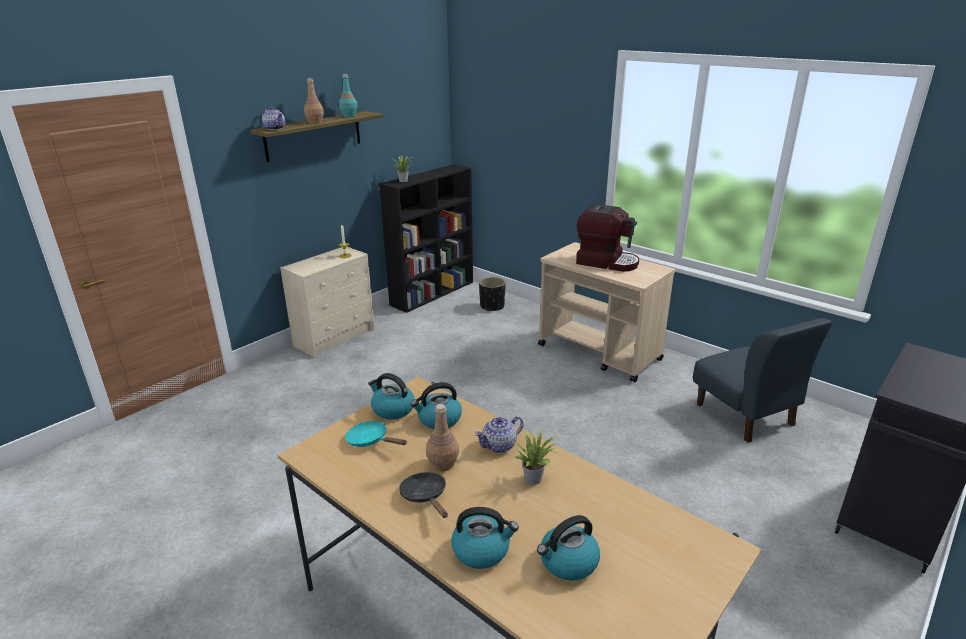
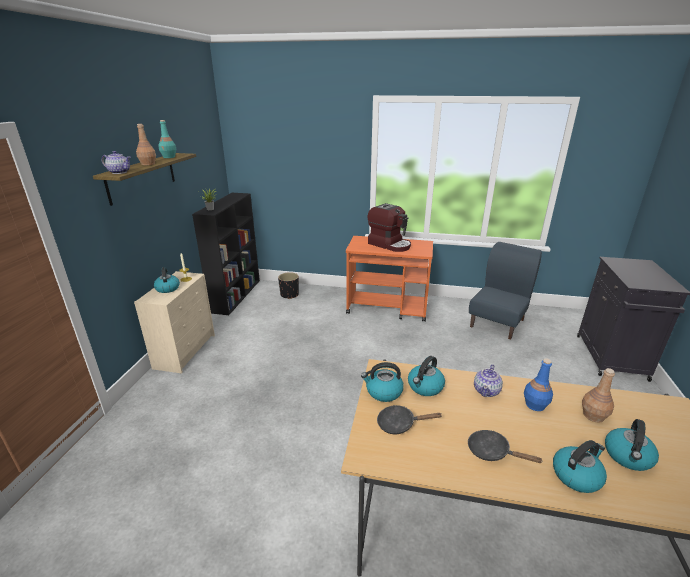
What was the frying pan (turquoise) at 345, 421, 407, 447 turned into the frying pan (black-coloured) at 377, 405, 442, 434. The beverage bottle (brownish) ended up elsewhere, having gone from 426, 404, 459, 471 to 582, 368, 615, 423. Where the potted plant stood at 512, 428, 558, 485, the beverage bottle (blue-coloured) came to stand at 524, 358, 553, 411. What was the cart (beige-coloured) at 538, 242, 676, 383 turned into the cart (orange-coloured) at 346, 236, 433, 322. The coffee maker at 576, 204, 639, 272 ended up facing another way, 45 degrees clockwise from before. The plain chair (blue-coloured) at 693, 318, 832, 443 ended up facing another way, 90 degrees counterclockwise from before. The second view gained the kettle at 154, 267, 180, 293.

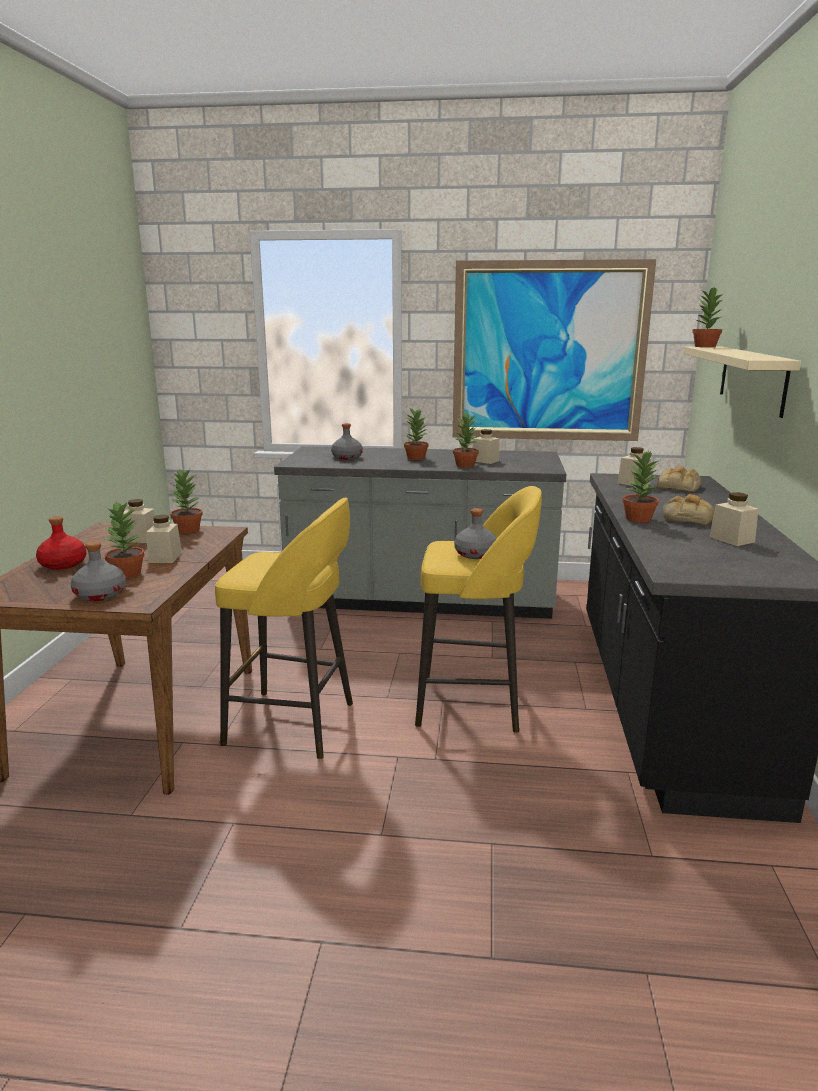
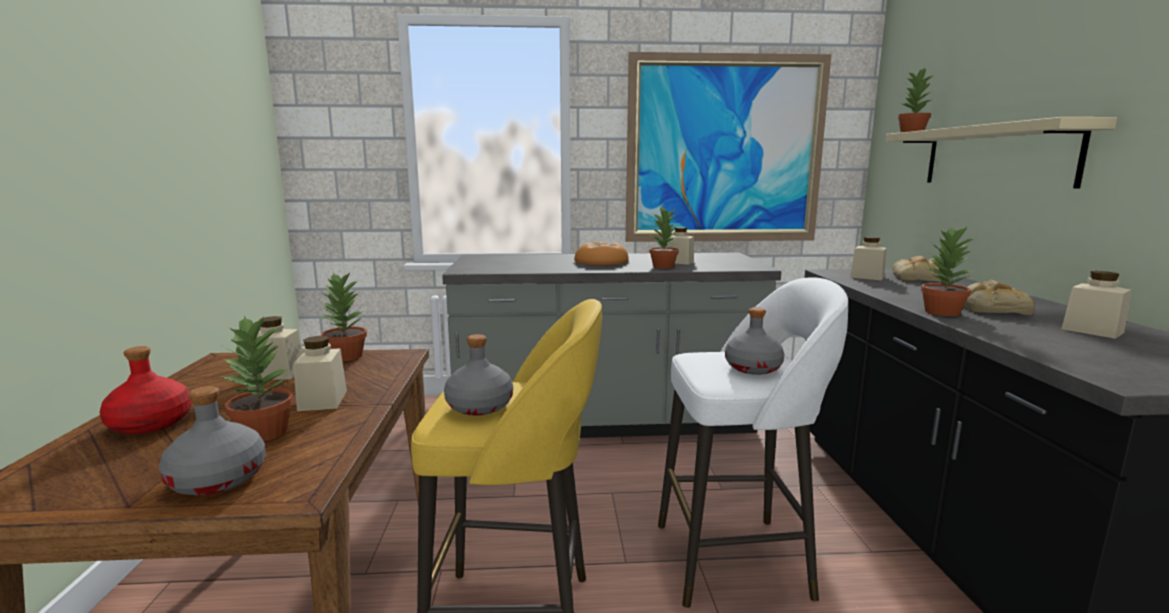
The beverage bottle (gray) ended up elsewhere, having gone from 331, 423, 363, 460 to 444, 334, 513, 416. Where the potted plant stood at 404, 407, 429, 460, the baked bread came to stand at 574, 241, 629, 265. What was the stool seat (yellow-coloured) at 415, 486, 542, 733 turned into the stool seat (whitish) at 658, 277, 848, 608.

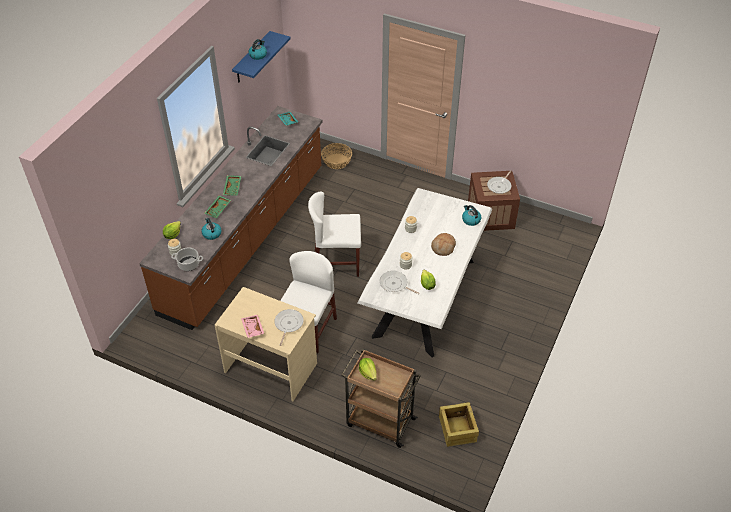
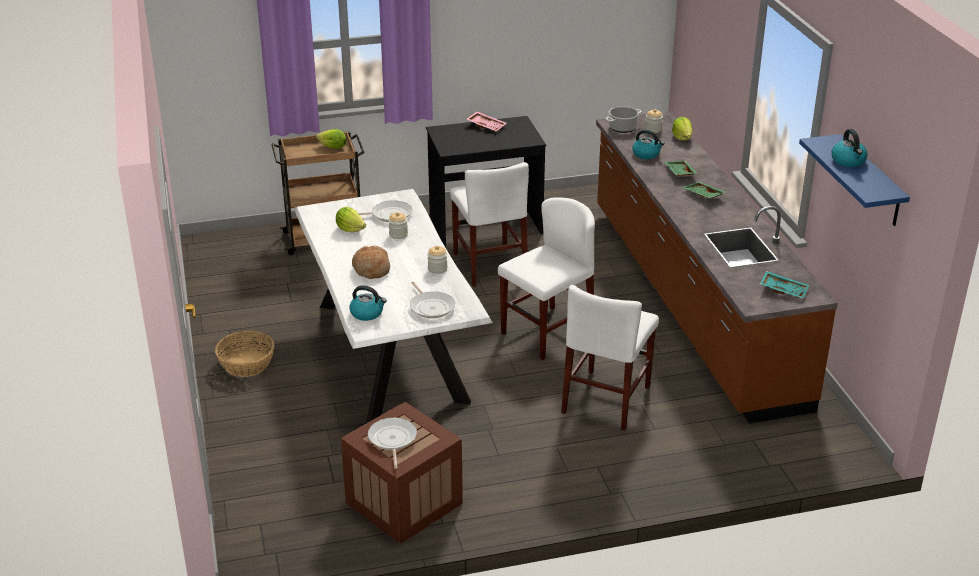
What was the desk (beige-coloured) at 215, 287, 317, 401 turned into the desk (black-coloured) at 426, 116, 546, 247. The frying pan ended up elsewhere, having gone from 274, 309, 304, 346 to 410, 282, 455, 318. The storage basket ended up elsewhere, having gone from 321, 143, 352, 169 to 215, 331, 274, 377. The second view lost the shipping crate at 438, 402, 479, 447. The second view gained the plain chair (whitish) at 561, 285, 659, 431.

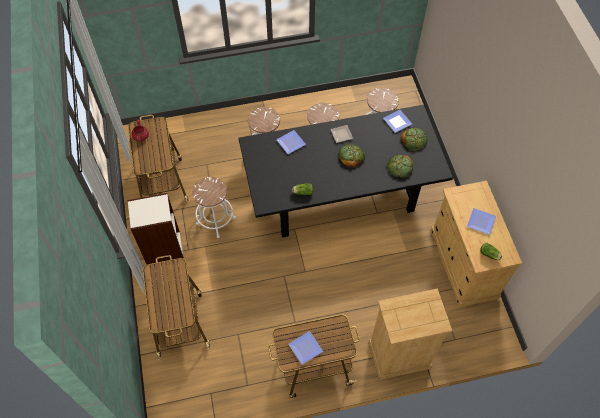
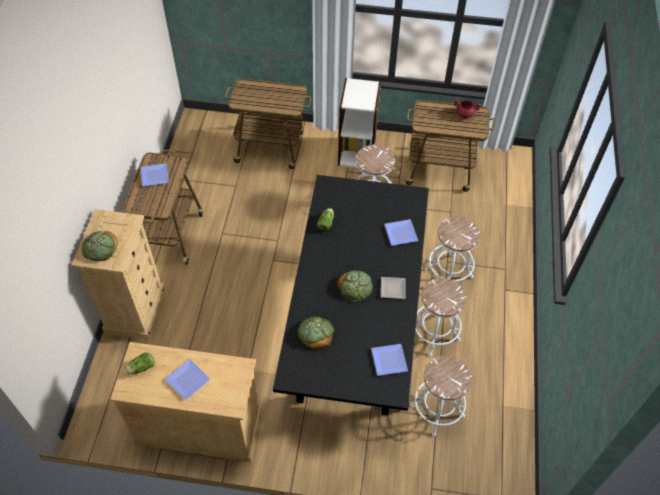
The baked bread ended up elsewhere, having gone from 400, 128, 427, 151 to 82, 231, 118, 261.

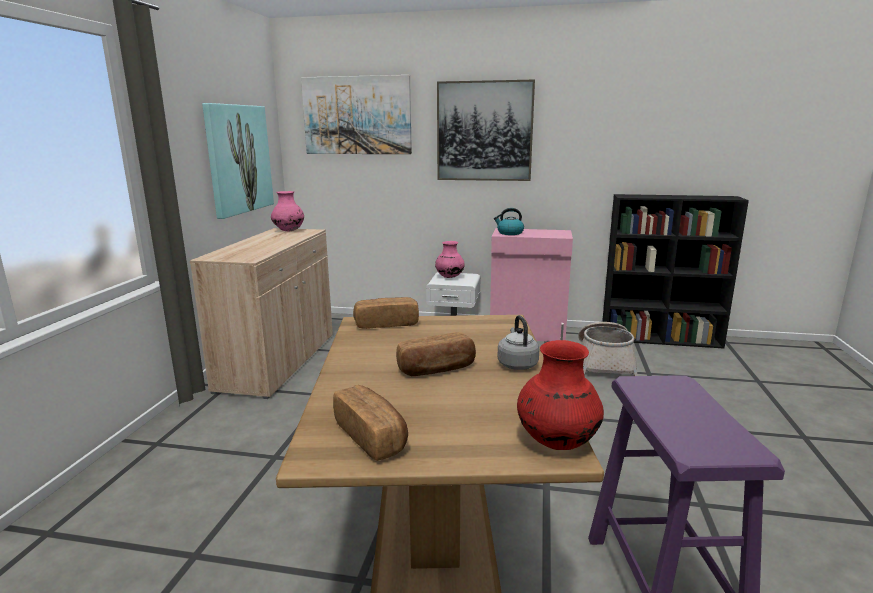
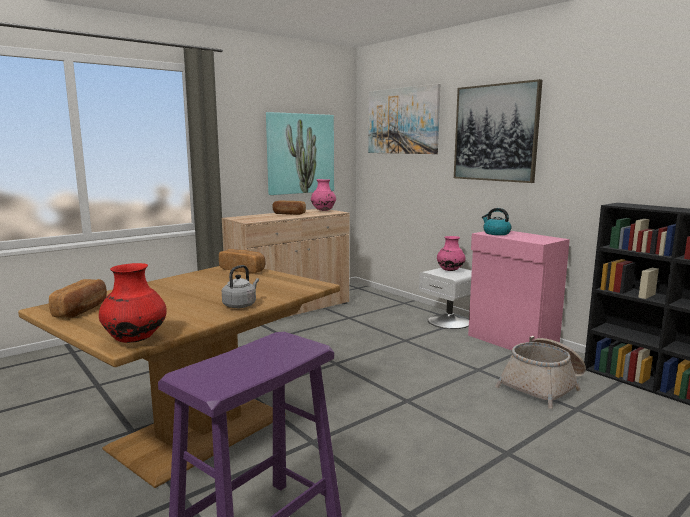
The baked bread ended up elsewhere, having gone from 396, 332, 476, 376 to 272, 200, 306, 215.

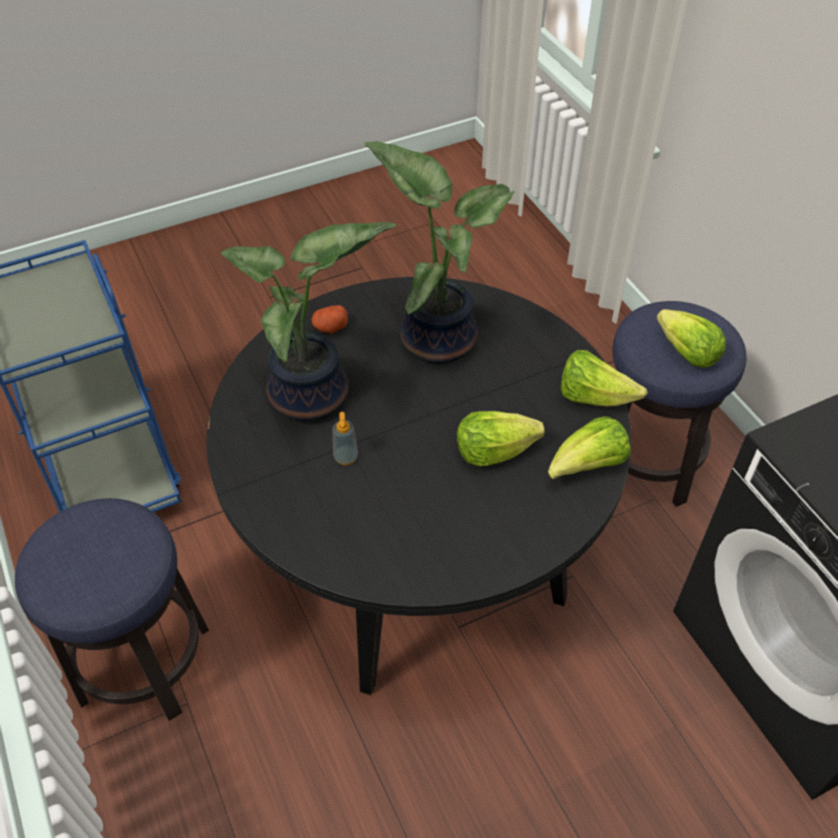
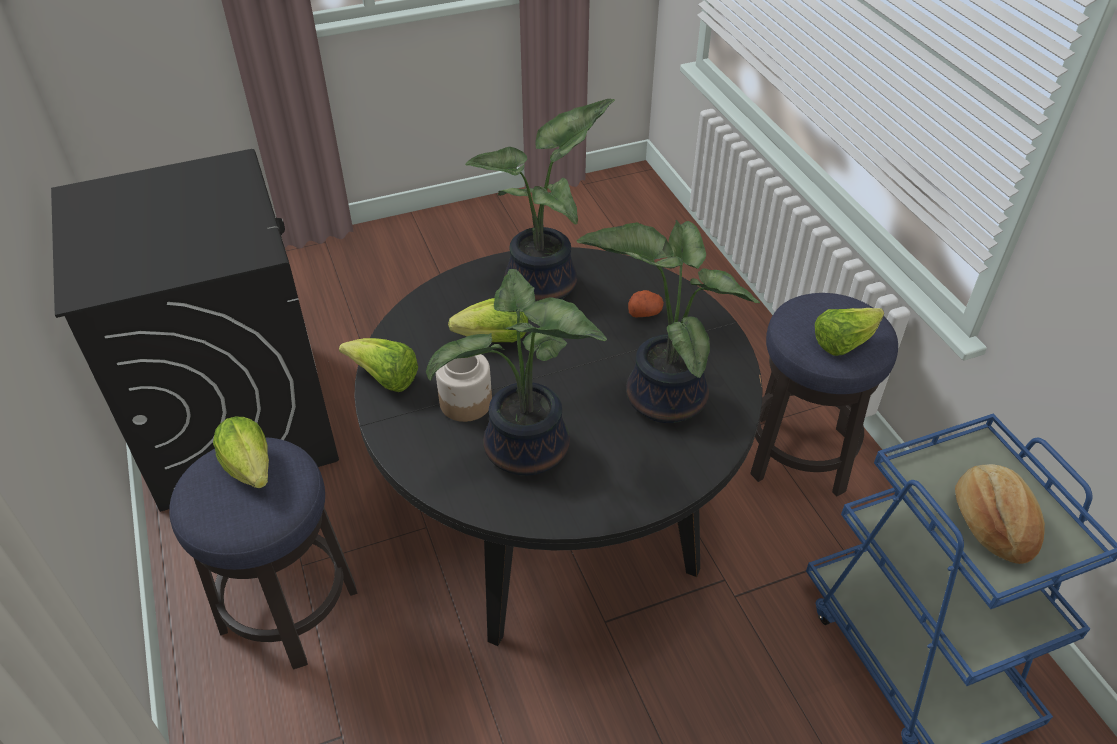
The potato ended up elsewhere, having gone from 311, 305, 348, 333 to 628, 290, 664, 317. The second view lost the soap bottle at 333, 412, 358, 465. The head of lettuce ended up elsewhere, having gone from 548, 416, 630, 479 to 815, 308, 884, 356. The second view gained the jar at 436, 354, 492, 422. The second view gained the potted plant at 465, 99, 615, 302. The second view gained the baked bread at 955, 464, 1045, 564.

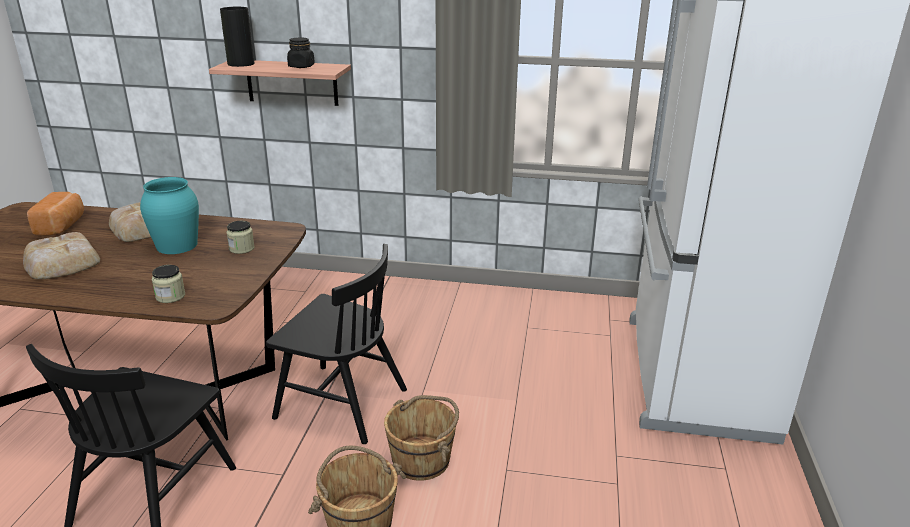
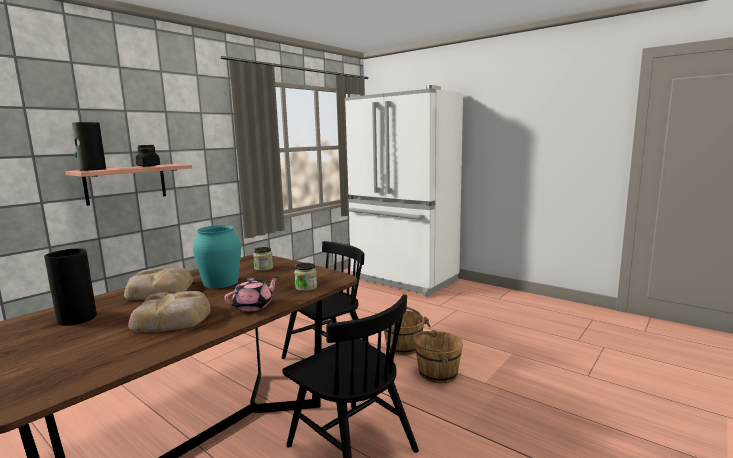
Where the baked bread stood at 27, 192, 84, 236, the flower vase came to stand at 44, 248, 97, 326. The second view gained the pot for tea (pink-coloured) at 224, 277, 279, 311.

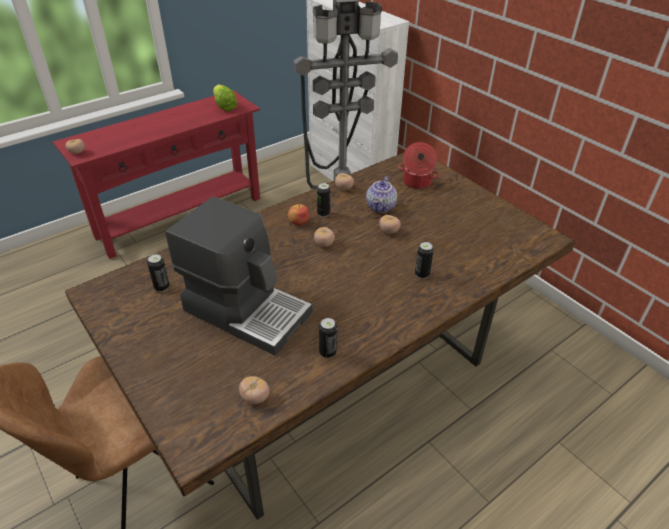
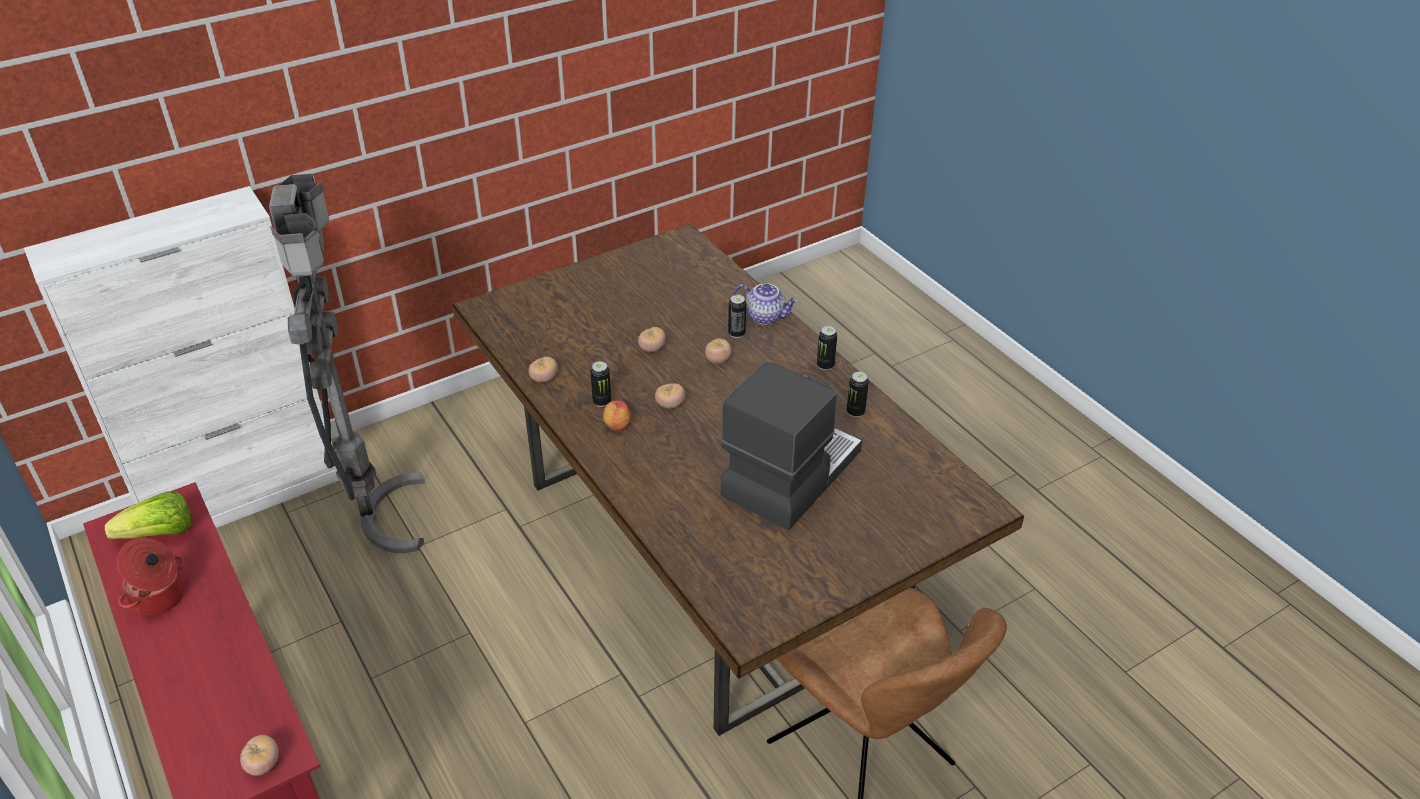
The metal can ended up elsewhere, having gone from 147, 254, 170, 292 to 817, 326, 837, 370. The tomato ended up elsewhere, having gone from 239, 376, 270, 404 to 705, 338, 731, 364. The pot for tea ended up elsewhere, having gone from 366, 176, 397, 213 to 734, 283, 798, 325. The saucepot ended up elsewhere, having gone from 398, 142, 439, 189 to 117, 538, 185, 615.

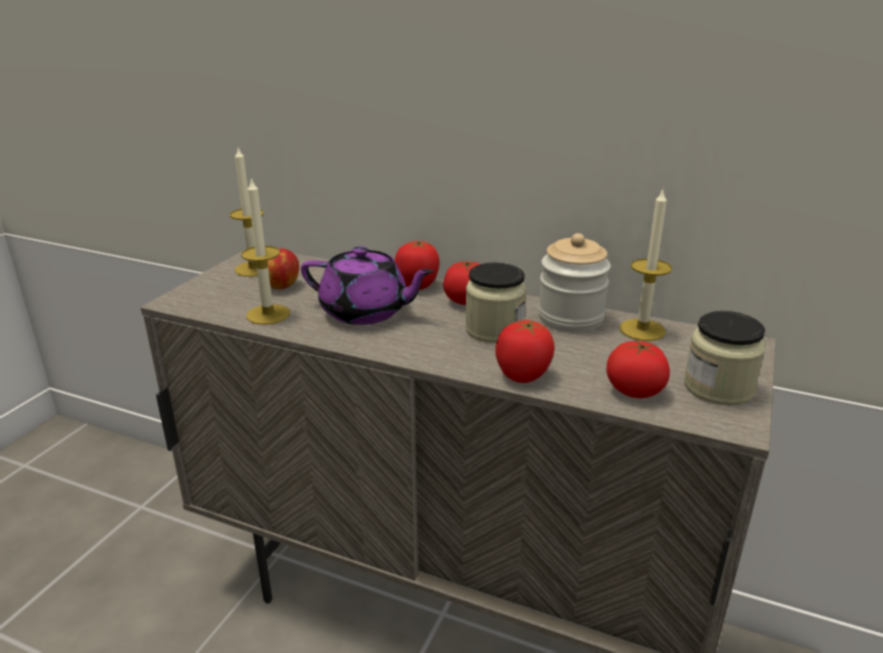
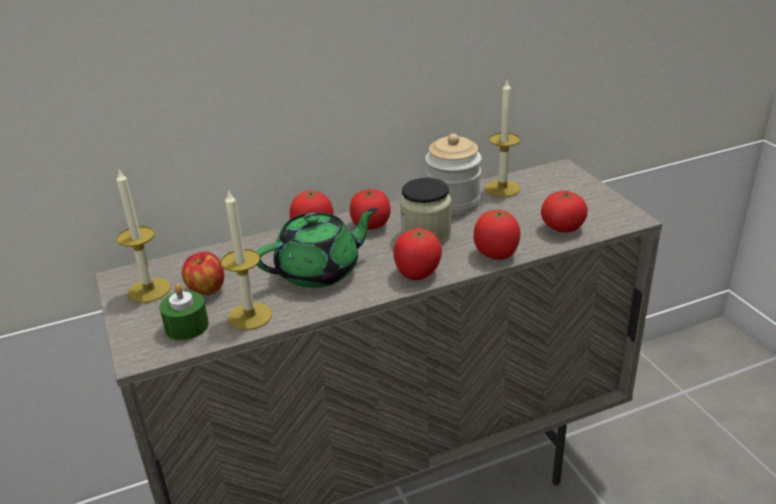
What was the pot for tea (purple-coloured) at 301, 246, 434, 325 turned into the pot for tea (green-coloured) at 256, 208, 378, 288. The second view lost the jar at 684, 311, 766, 405. The second view gained the wax candle (green-coloured) at 159, 283, 209, 340. The second view gained the tomato at 393, 228, 442, 280.

